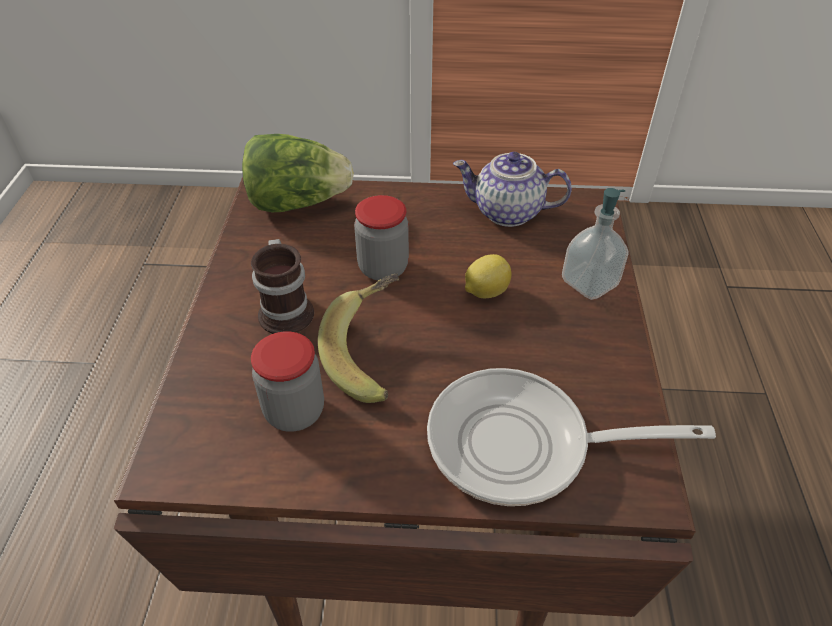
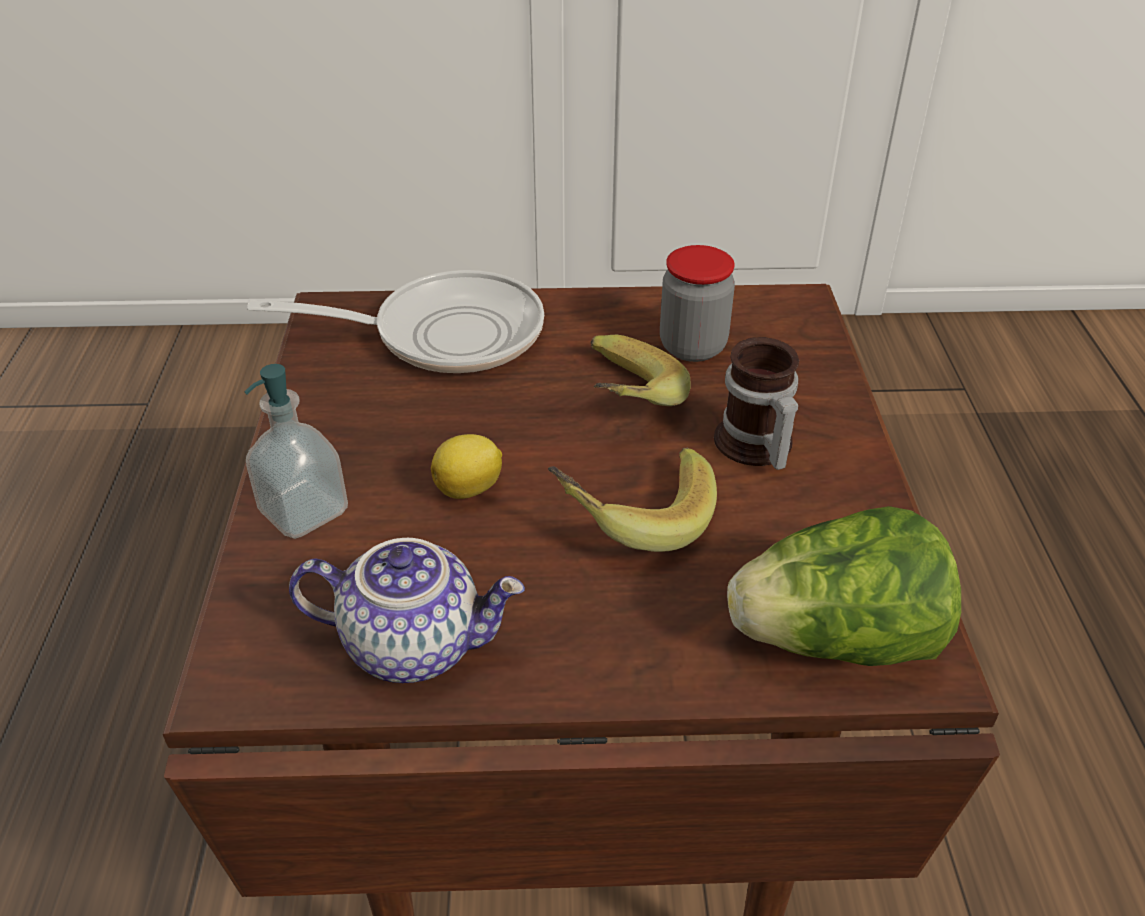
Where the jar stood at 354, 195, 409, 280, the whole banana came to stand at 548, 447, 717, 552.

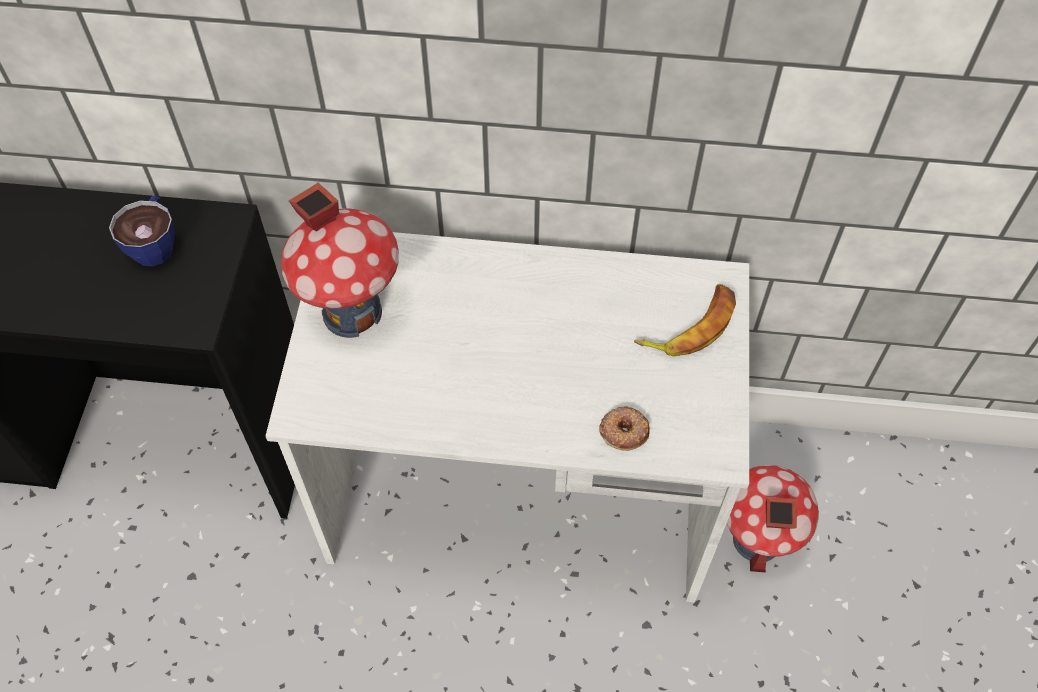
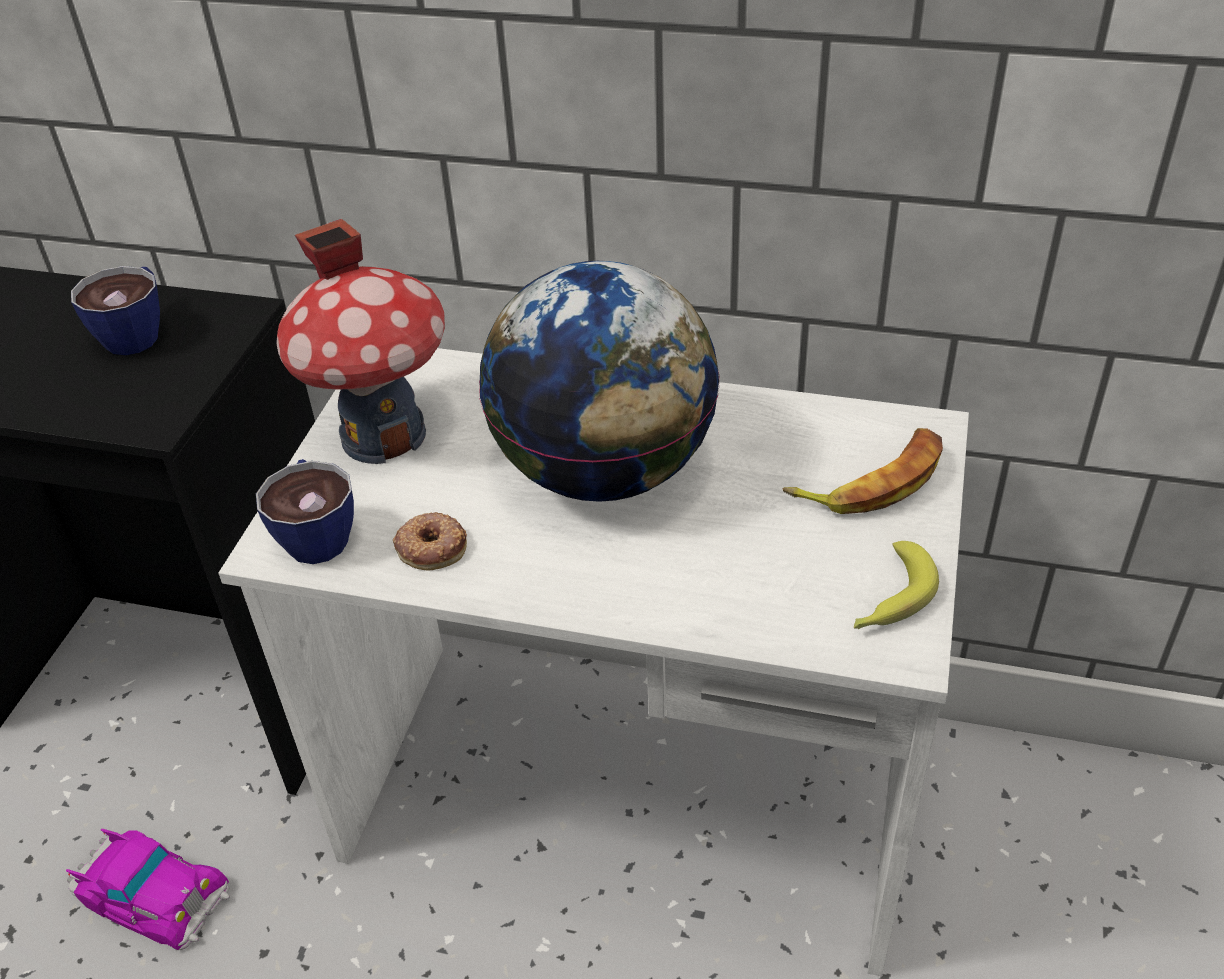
The doughnut ended up elsewhere, having gone from 599, 406, 650, 451 to 393, 512, 467, 570. The second view lost the model house at 727, 465, 819, 572. The second view gained the toy car at 66, 829, 230, 950. The second view gained the small cup at 256, 459, 354, 564. The second view gained the desk globe at 479, 261, 720, 502. The second view gained the whole banana at 854, 541, 939, 629.

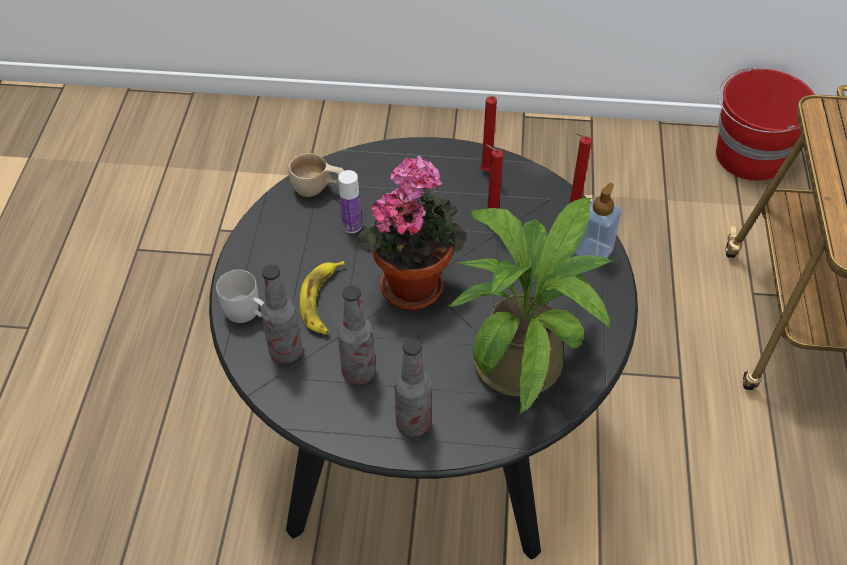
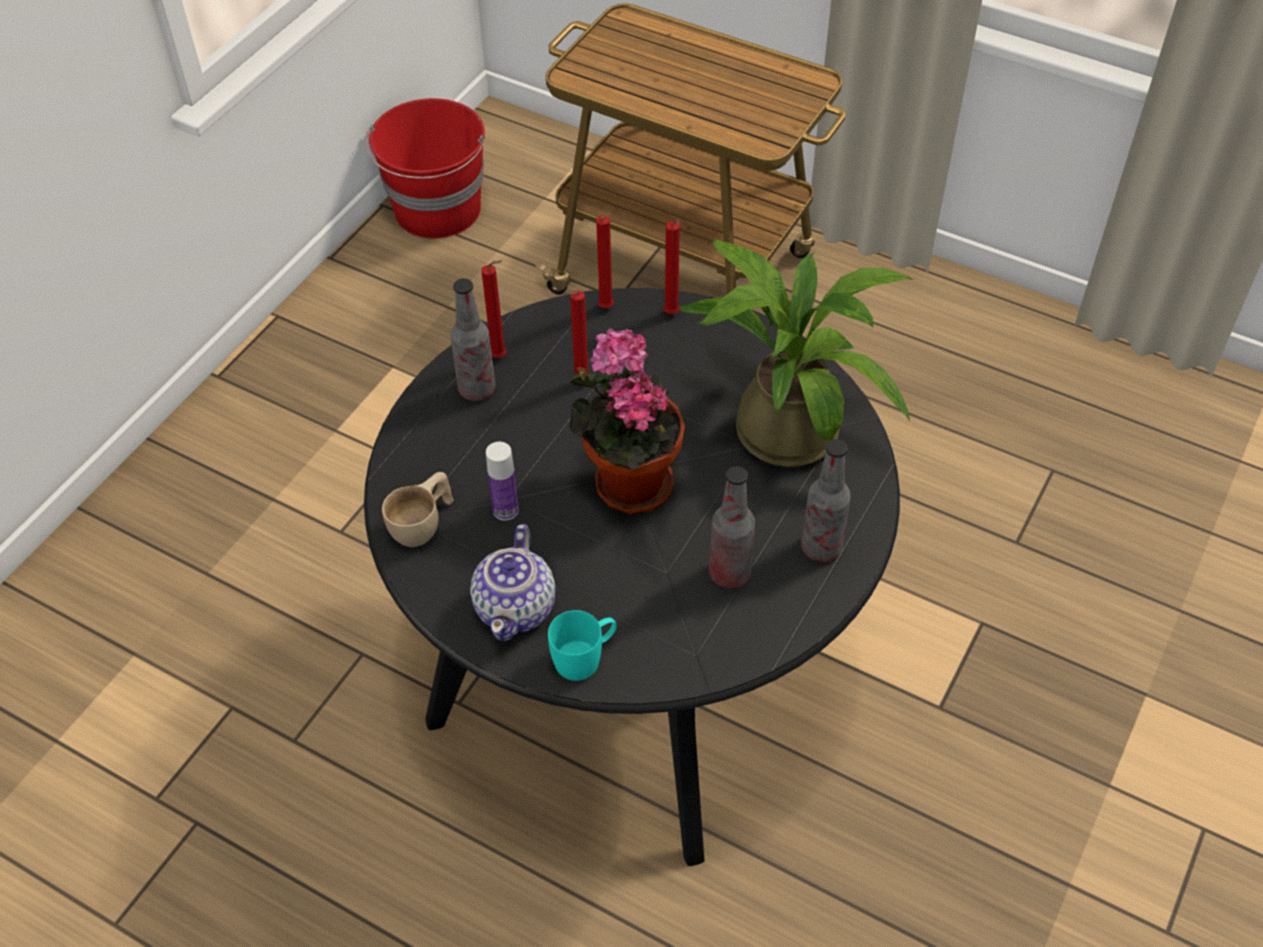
What was the coffee mug (whitish) at 216, 270, 264, 323 turned into the coffee mug (turquoise) at 548, 610, 617, 681. The beverage bottle ended up elsewhere, having gone from 261, 265, 302, 364 to 450, 278, 496, 401. The second view lost the whole banana at 299, 261, 345, 334. Where the soap bottle stood at 575, 183, 622, 258, the wax candle (red-coloured) came to stand at 663, 220, 683, 314. The second view gained the pot for tea at 470, 524, 555, 641.

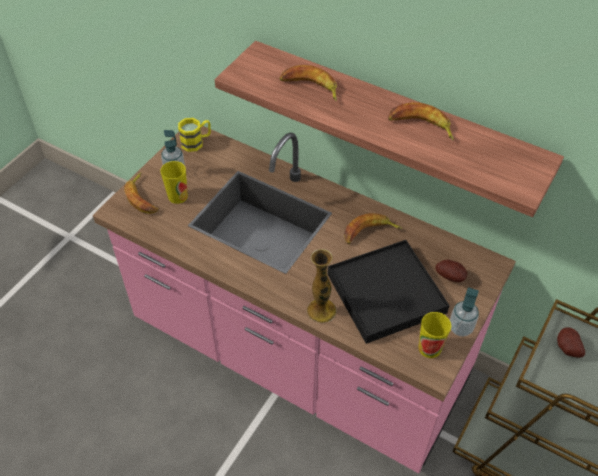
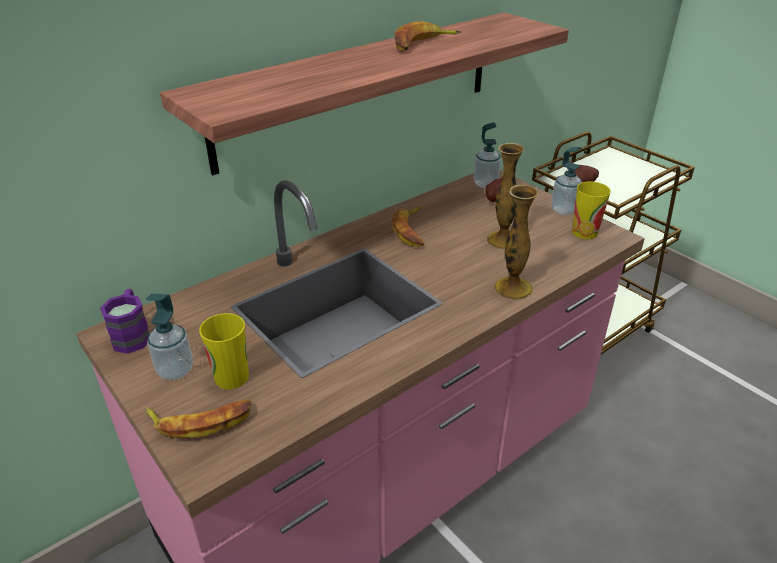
What was the coffee mug (yellow-coloured) at 178, 118, 211, 152 turned into the coffee mug (purple-coloured) at 100, 289, 149, 354. The second view lost the whole banana at 279, 65, 337, 101. Where the tray (black-coloured) stood at 328, 240, 450, 344, the flower vase came to stand at 487, 143, 524, 249. The second view gained the soap bottle at 474, 122, 501, 188.

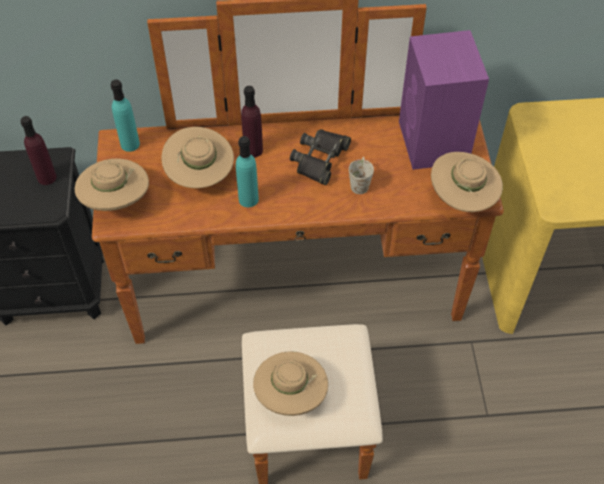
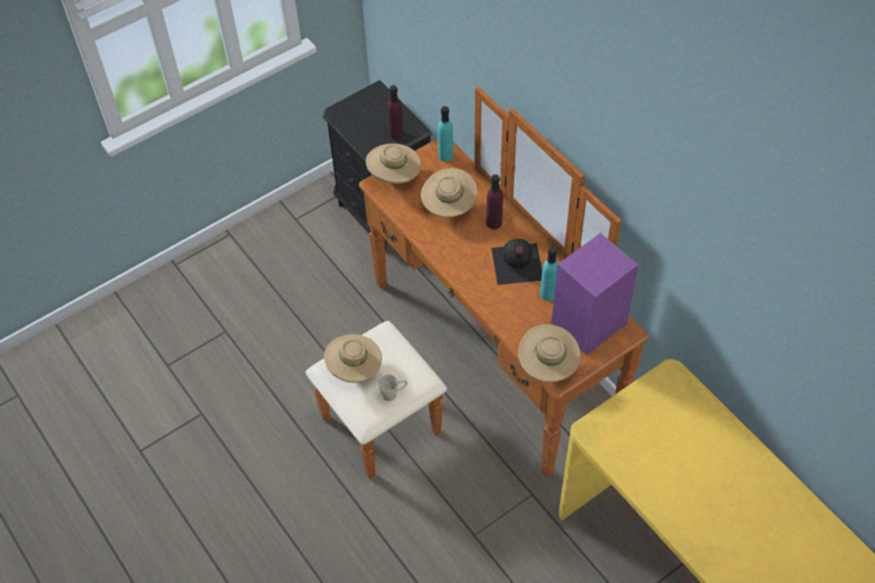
The beverage bottle (turquoise) ended up elsewhere, having gone from 236, 136, 259, 207 to 540, 247, 558, 301. Where the pair of binoculars (black-coloured) stood at 290, 129, 351, 185, the beverage bottle (black-coloured) came to stand at 491, 239, 542, 285. The coffee mug (whitish) ended up elsewhere, having gone from 349, 157, 374, 194 to 378, 374, 408, 401.

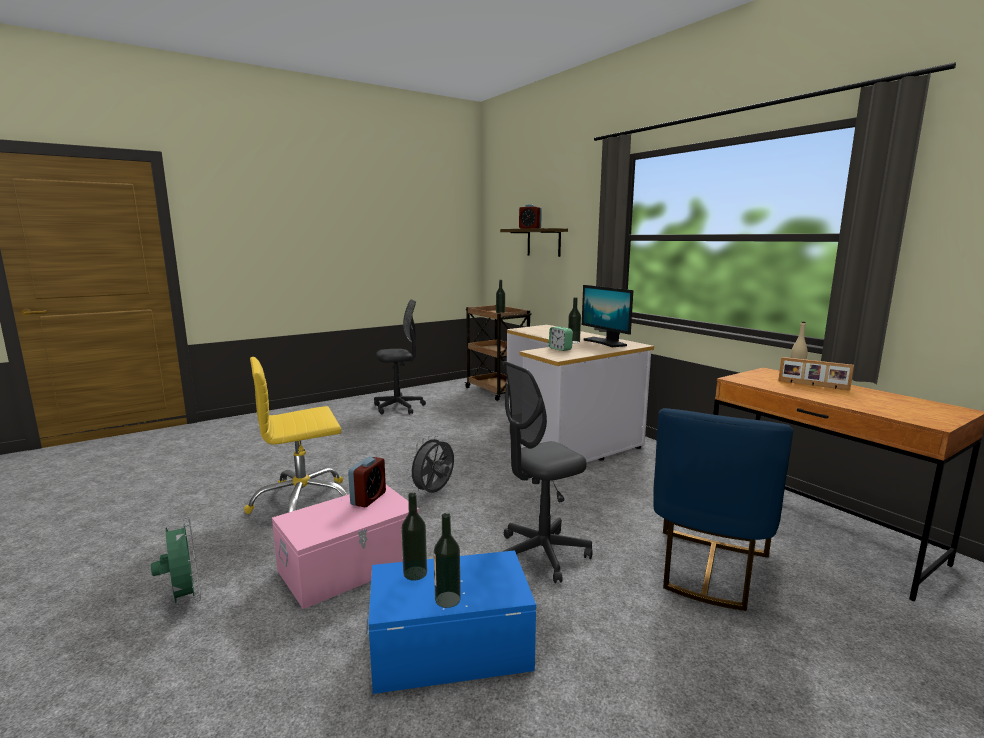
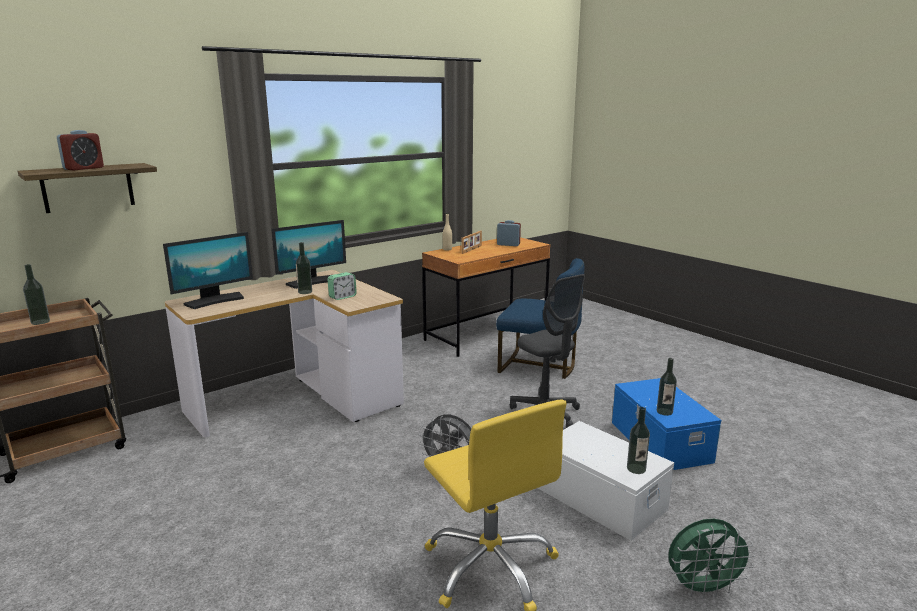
The electric fan (green-coloured) at 151, 518, 201, 603 ended up facing another way, 150 degrees counterclockwise from before. What was the storage bin (pink-coloured) at 272, 485, 419, 609 turned into the storage bin (whitish) at 538, 421, 674, 541. The alarm clock ended up elsewhere, having gone from 348, 456, 386, 507 to 497, 220, 521, 246. The second view lost the office chair (gray) at 374, 299, 426, 414. The beverage bottle ended up elsewhere, having gone from 434, 513, 461, 608 to 627, 407, 650, 474. The second view gained the computer display at 163, 232, 253, 309.

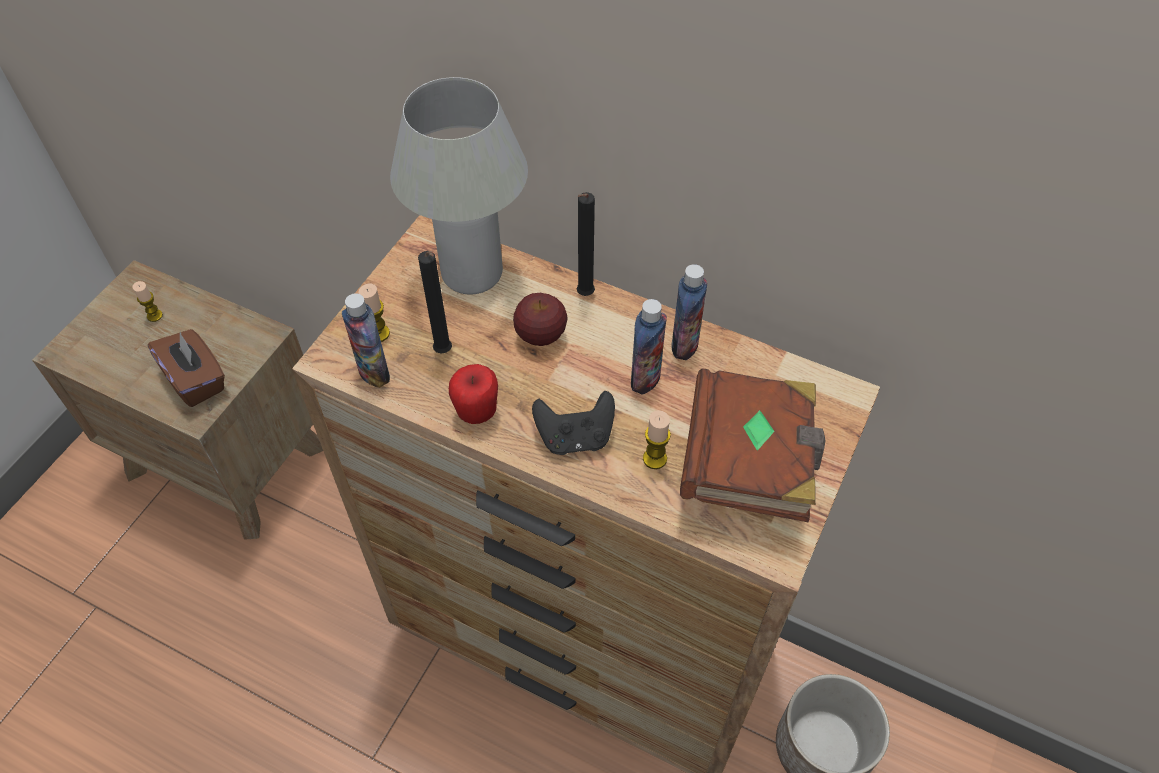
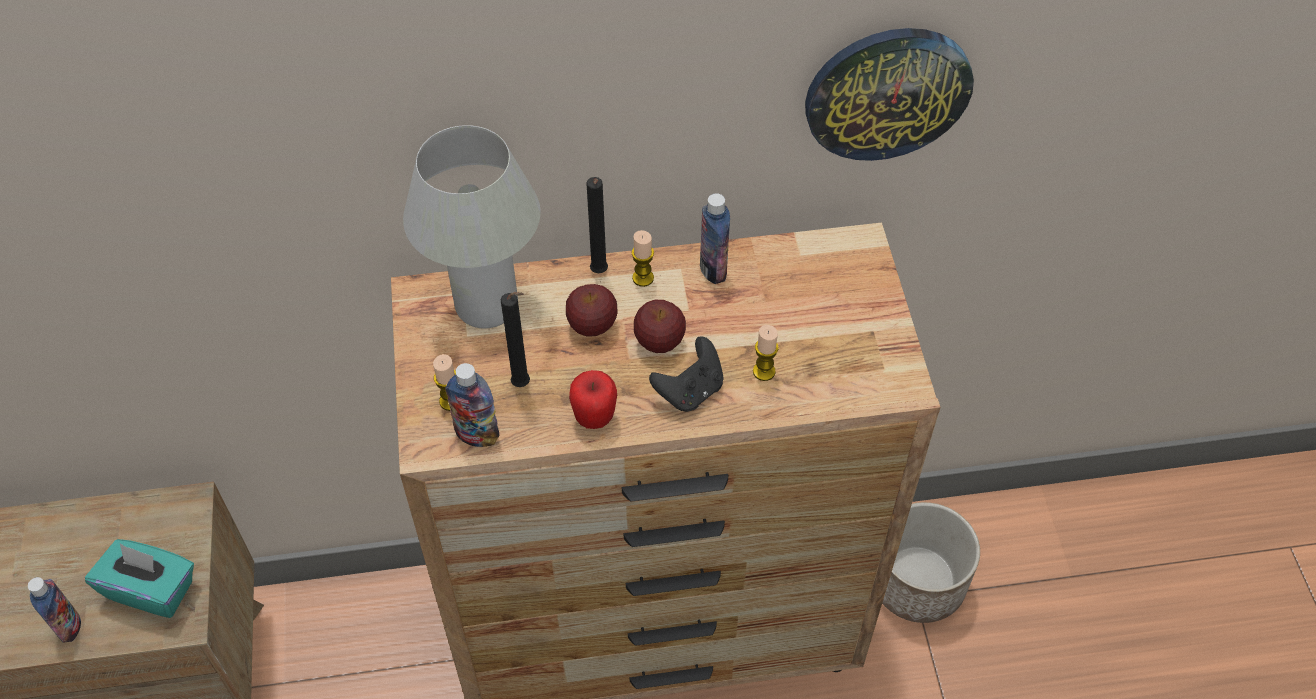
The wax candle ended up elsewhere, having gone from 133, 281, 163, 322 to 632, 230, 654, 287. What was the tissue box (brownish) at 148, 329, 225, 407 turned into the tissue box (turquoise) at 85, 539, 194, 618. The beverage bottle ended up elsewhere, having gone from 631, 299, 667, 395 to 28, 577, 81, 643. The second view lost the book (brownish) at 680, 368, 826, 522. The second view gained the whole apple at 634, 300, 686, 353. The second view gained the hanging clock at 805, 28, 974, 161.

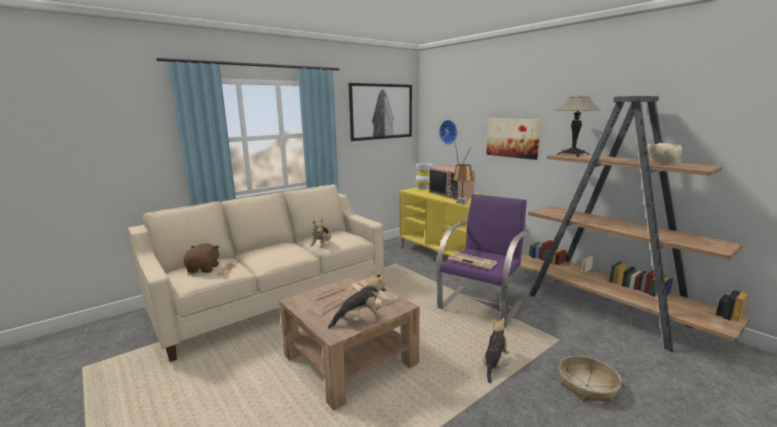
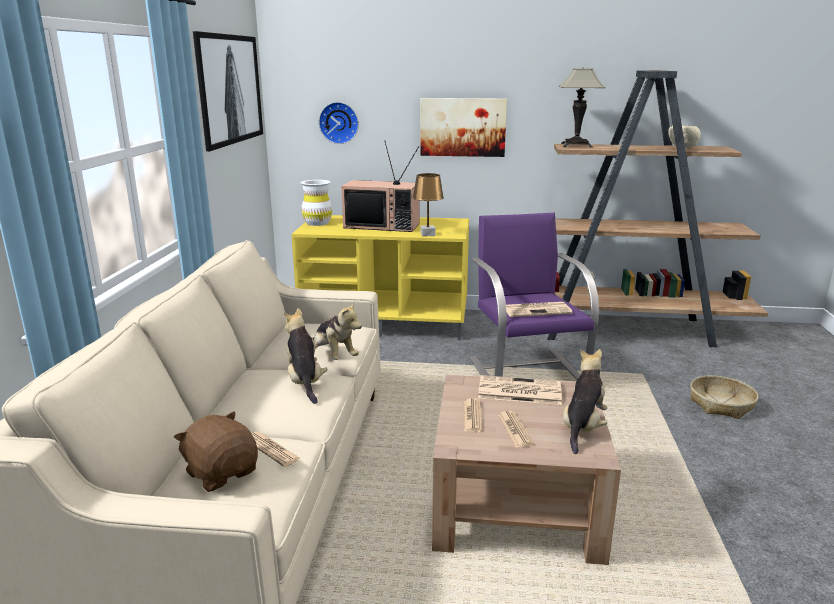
The plush toy ended up elsewhere, having gone from 483, 318, 509, 383 to 284, 308, 328, 404.

